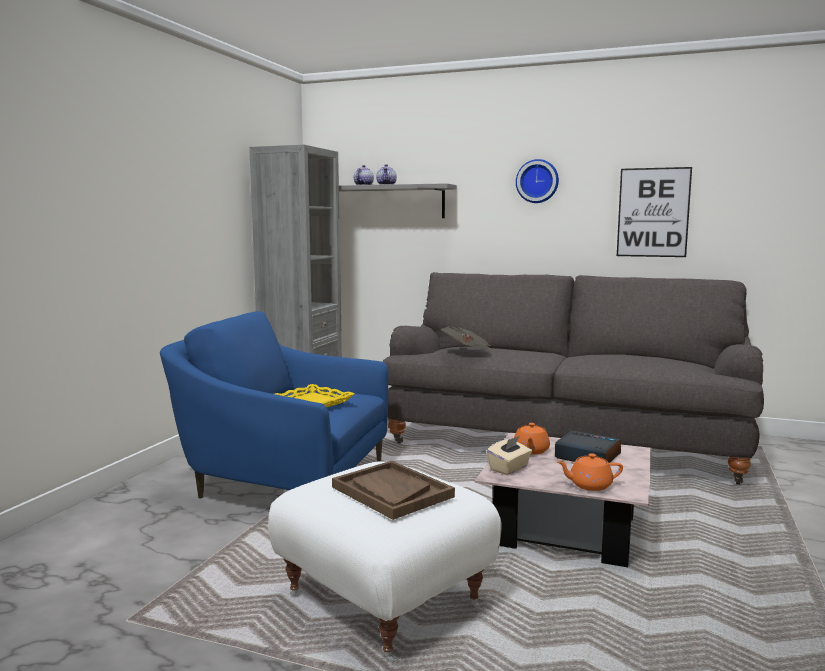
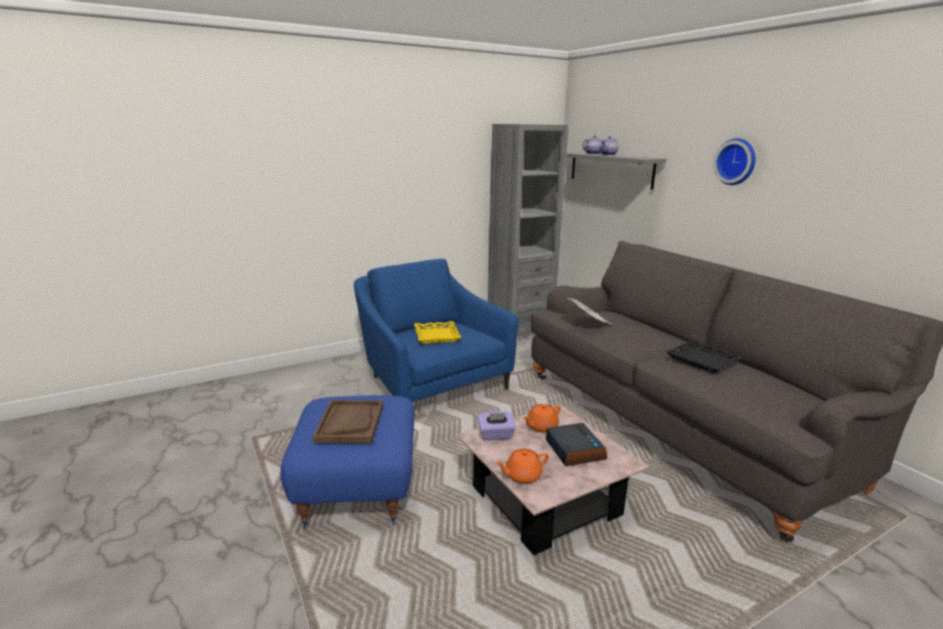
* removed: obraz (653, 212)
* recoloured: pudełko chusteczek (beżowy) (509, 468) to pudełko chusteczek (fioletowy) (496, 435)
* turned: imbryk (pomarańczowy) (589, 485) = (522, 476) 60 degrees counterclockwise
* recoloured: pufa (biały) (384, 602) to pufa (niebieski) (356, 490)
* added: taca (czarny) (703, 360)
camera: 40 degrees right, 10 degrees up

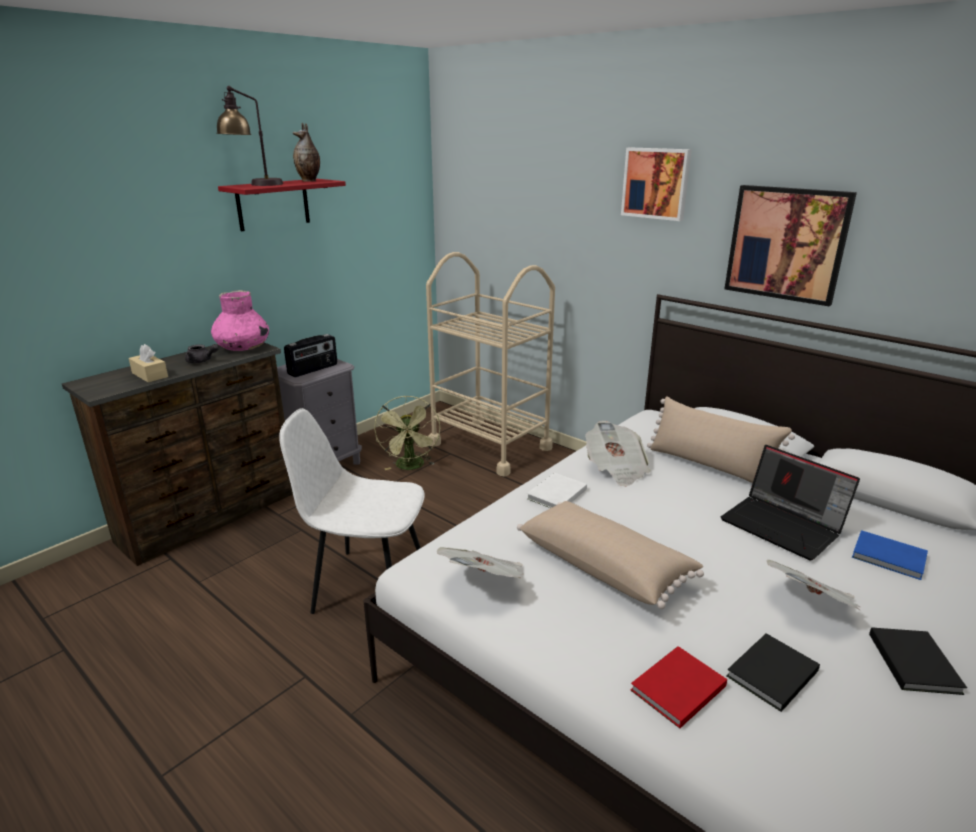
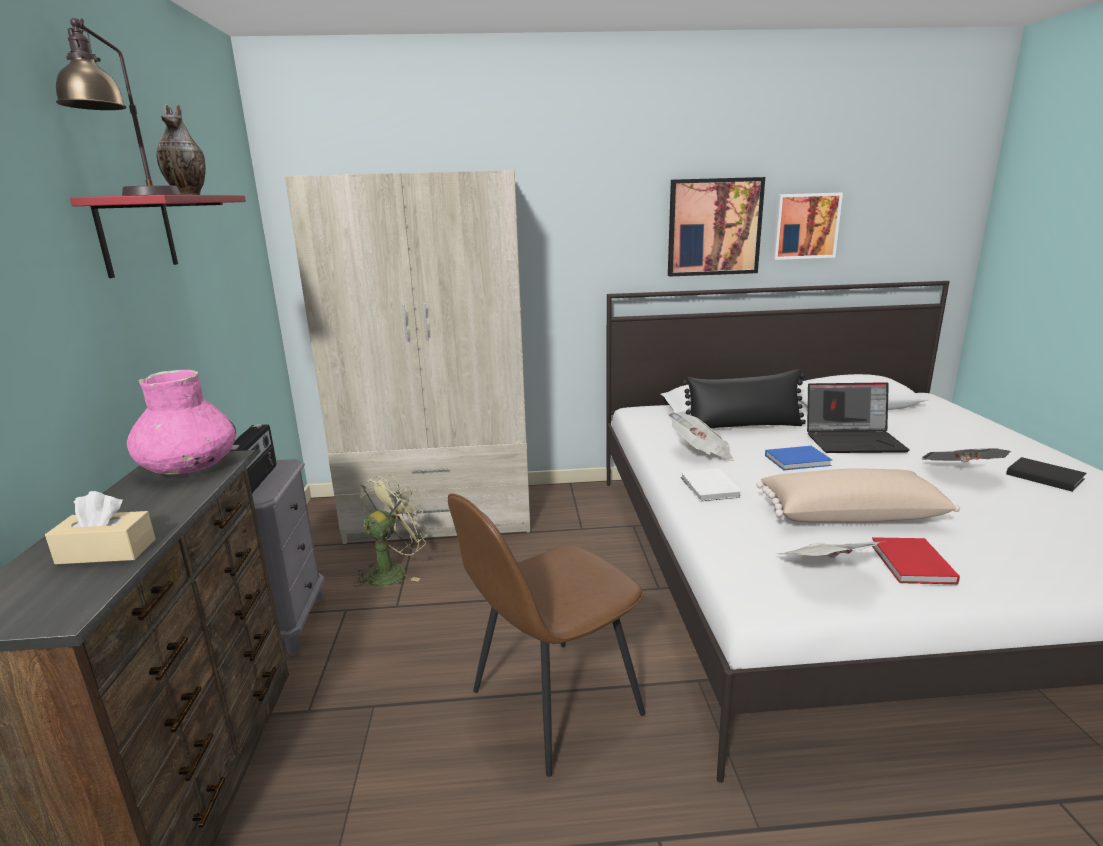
* moved: obraz (656, 183) to (804, 226)
* replaced: wózek (beżowy) (490, 446) to szafa (beżowy) (442, 515)
* removed: imbryk (szary) (202, 361)
* turned: wentylator (zielony) (411, 467) = (392, 571) 90 degrees counterclockwise
* recoloured: poduszka (beżowy) (710, 466) to poduszka (czarny) (743, 426)
* recoloured: krzesło (biały) (367, 585) to krzesło (brązowy) (552, 704)
* moved: książka (niebieski) (890, 558) to (799, 460)
* removed: książka (czarny) (769, 674)
* moved: książka (czerwony) (675, 688) to (911, 564)
camera: 45 degrees left, 5 degrees down

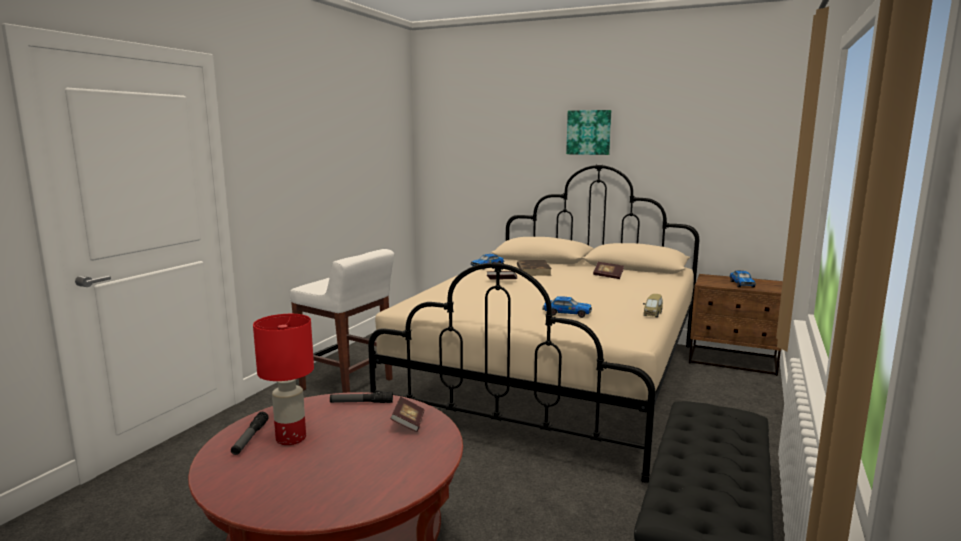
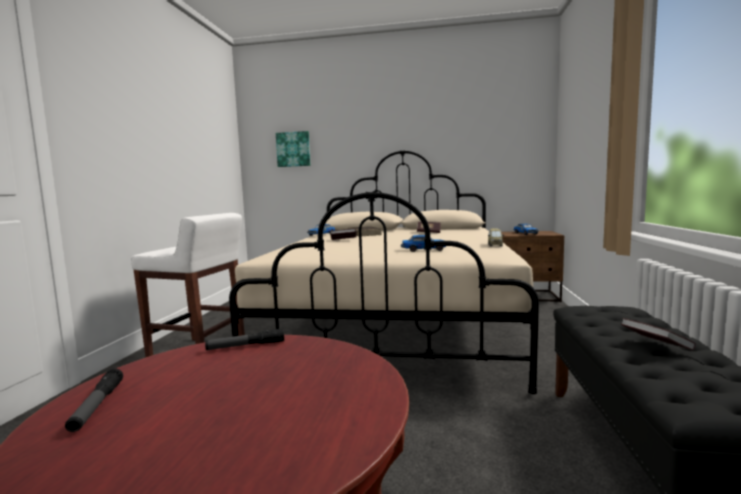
* moved: obraz (589, 132) to (293, 149)
* removed: lampa stołowa (czerwony) (290, 438)
* moved: książka (408, 423) to (655, 345)
camera: 15 degrees left, 5 degrees down

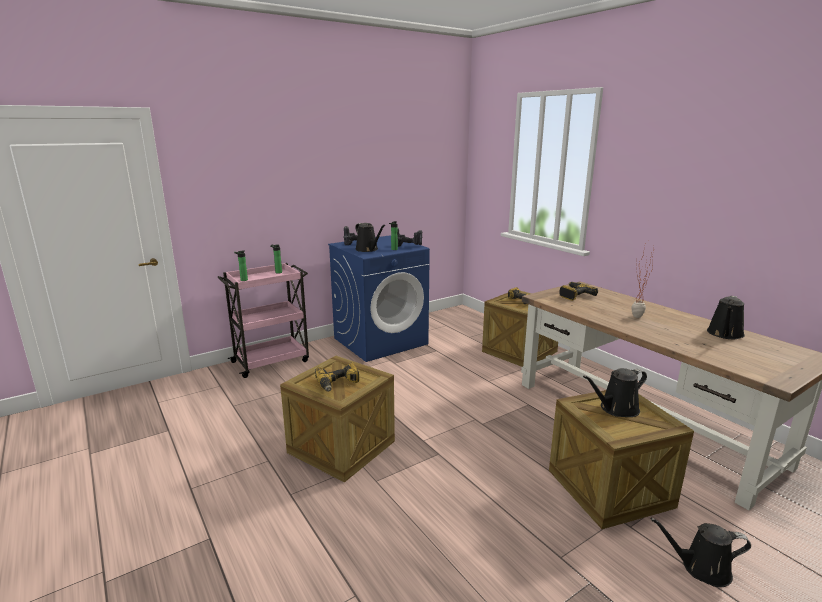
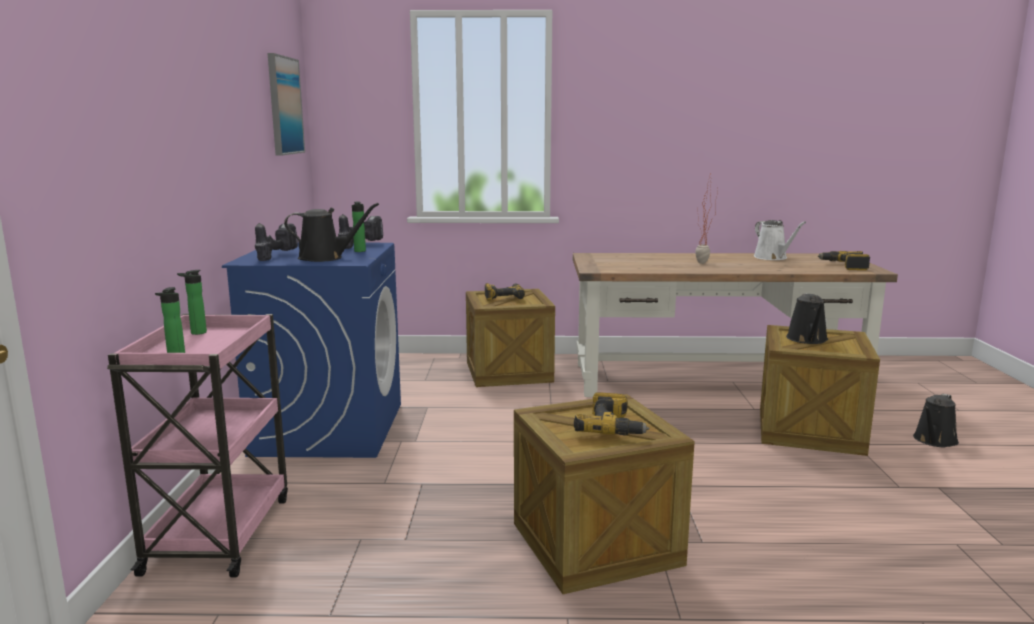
* moved: wiertarka (574, 295) to (845, 266)
* recoloured: konewka (czarny) (725, 334) to konewka (biały) (772, 258)
* added: obraz (284, 106)
camera: 55 degrees left, 5 degrees down

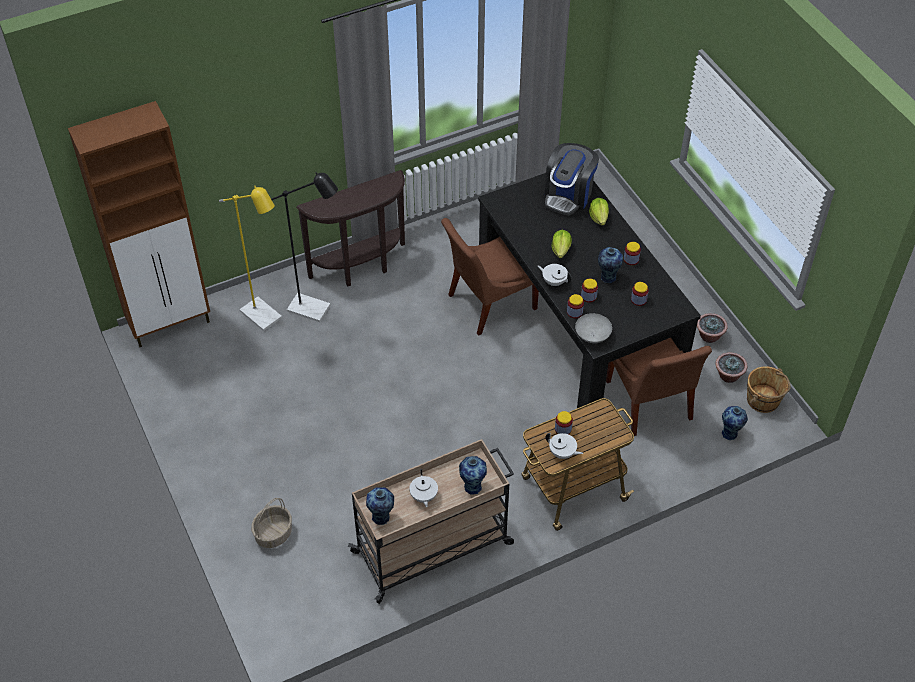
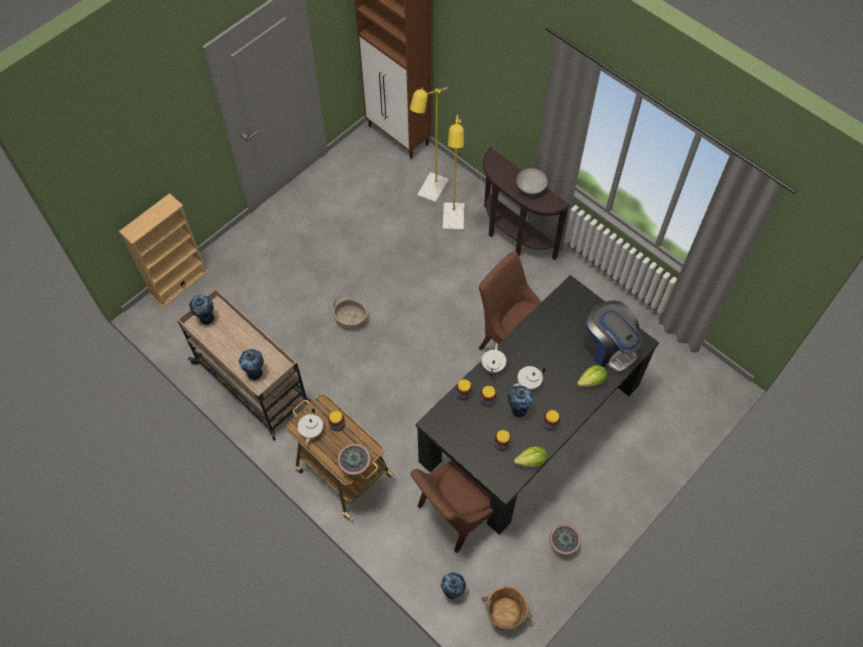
* turned: ekspres do kawy (568, 195) = (609, 347) 135 degrees counterclockwise
* recoloured: lampa stojąca (czarny) (315, 310) to lampa stojąca (żółty) (453, 222)
* moved: sałata (561, 250) to (531, 461)
* moved: miska (szary) (592, 336) to (530, 187)
* moved: roślina doniczkowa (728, 376) to (355, 466)
* moved: imbryk (biały) (423, 496) to (528, 382)
* moved: koszyk (273, 533) to (351, 320)
* added: regał (beżowy) (179, 283)
camera: 70 degrees right, 10 degrees up

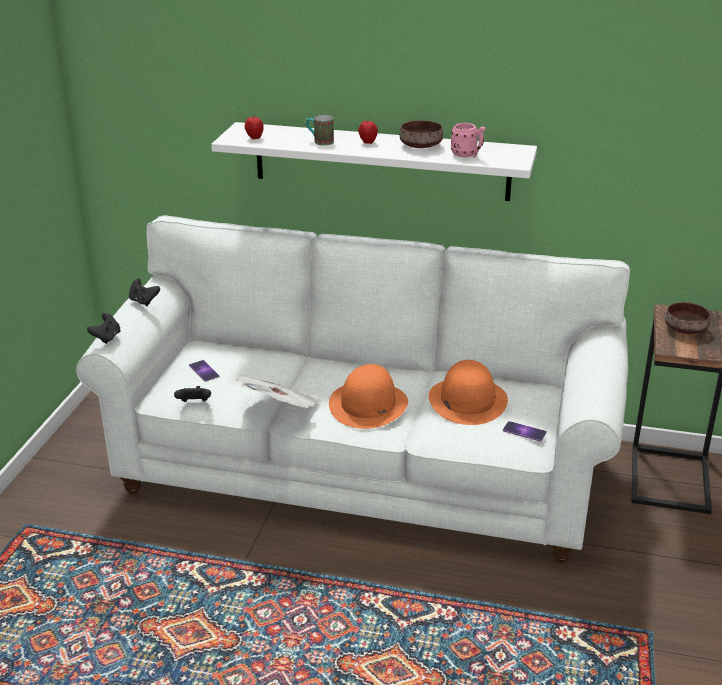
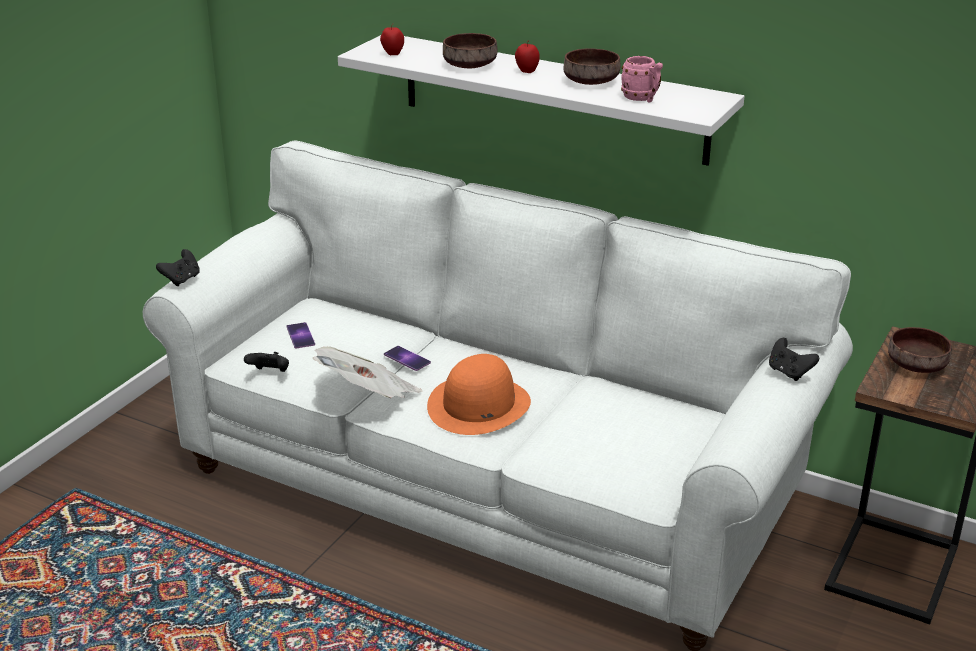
* replaced: kubek (319, 141) to miska (brązowy) (468, 65)
* moved: pad do gier (czarny) (143, 301) to (789, 372)
* removed: kapelusz (pomarańczowy) (467, 400)
* moved: telefon (524, 431) to (407, 358)
camera: 15 degrees right, 0 degrees up

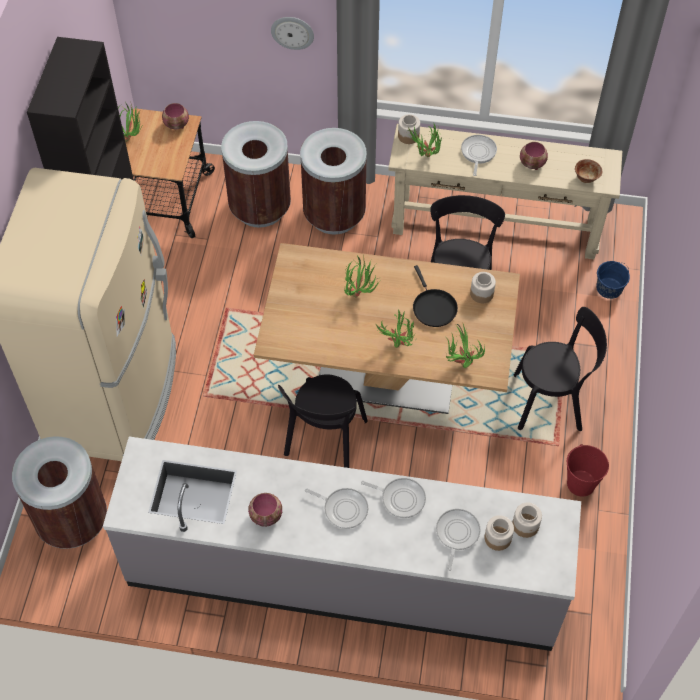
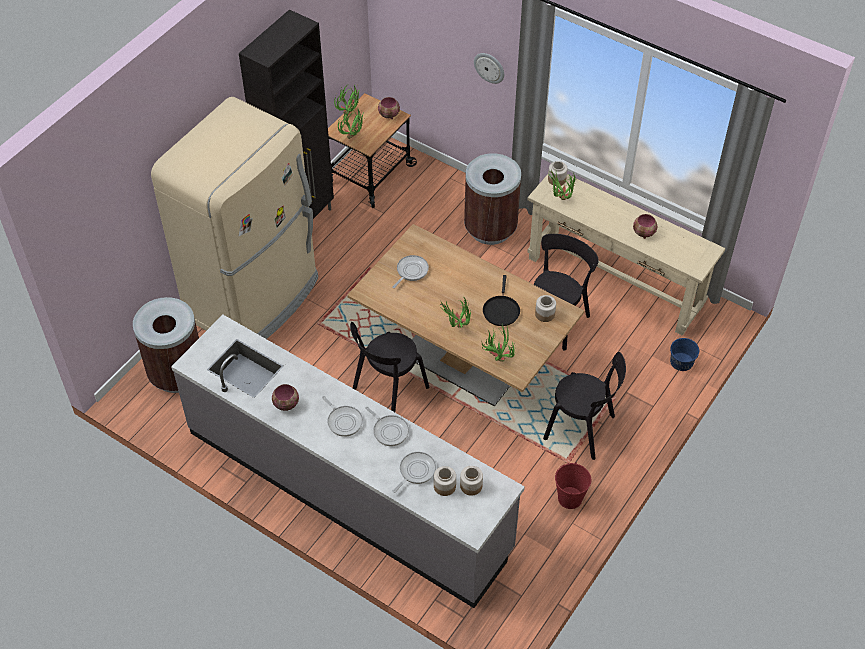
* removed: kosz na śmieci (brązowy) (260, 208)
* moved: patelnia (478, 153) to (411, 271)
* removed: miska (586, 178)
* moved: roślina doniczkowa (360, 292) to (354, 137)
camera: 25 degrees right, 5 degrees down

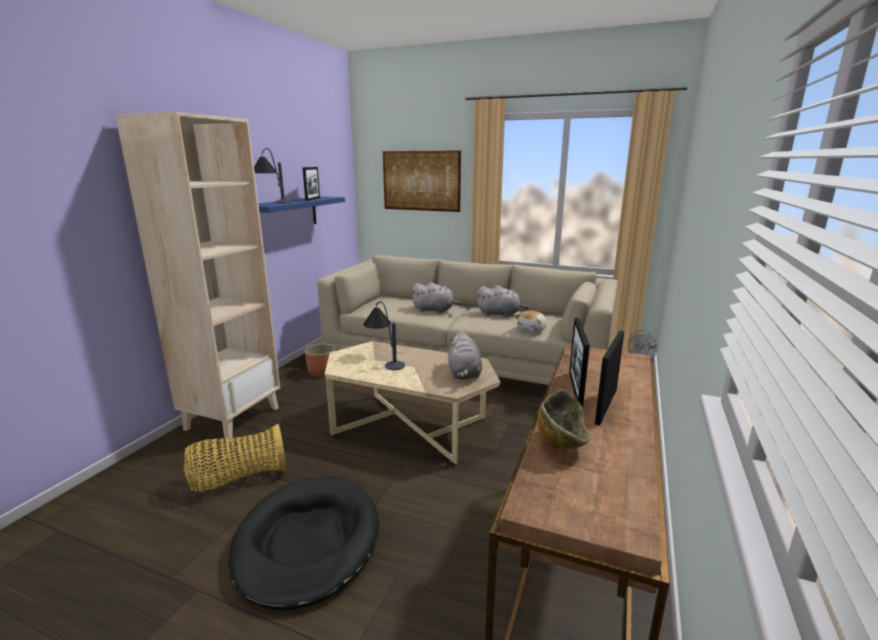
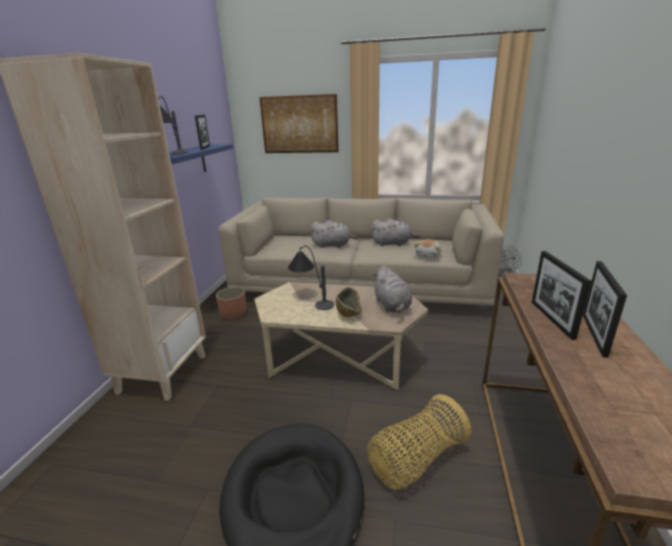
* moved: miska (562, 442) to (349, 314)
* moved: koszyk (238, 478) to (415, 460)
camera: 10 degrees left, 5 degrees up

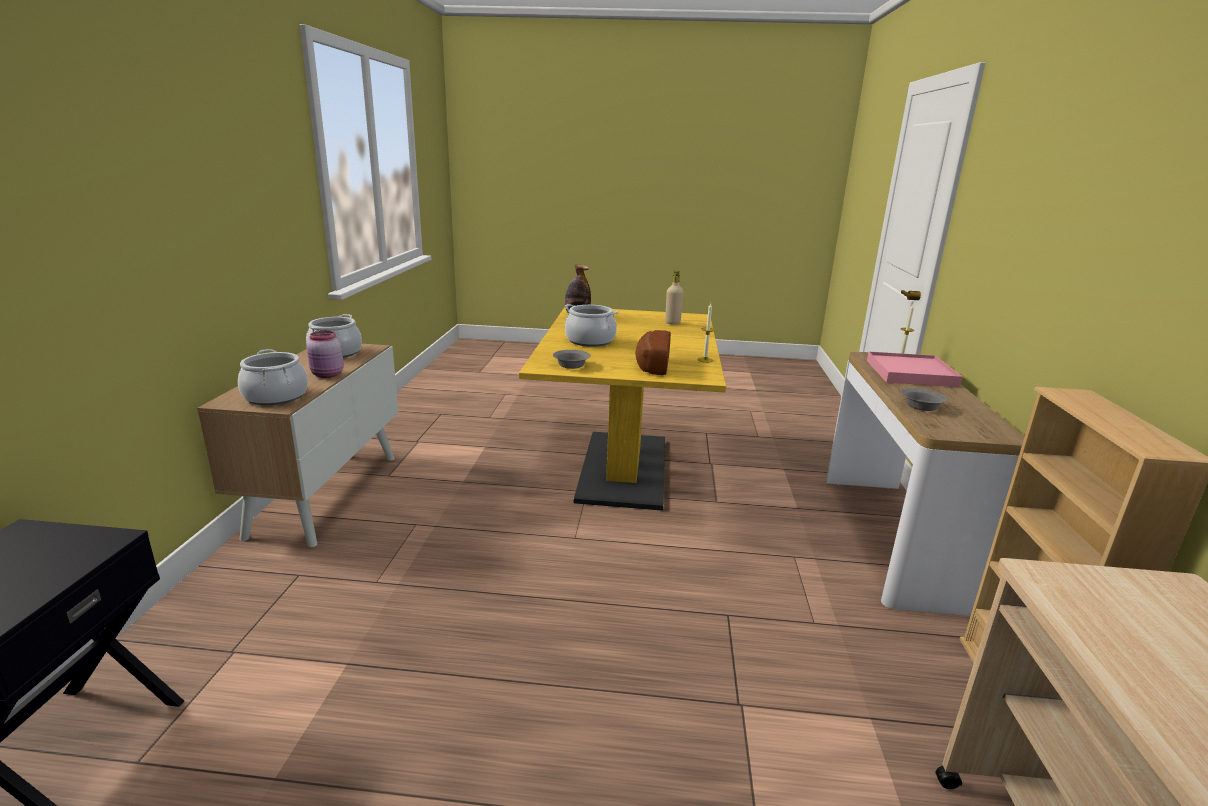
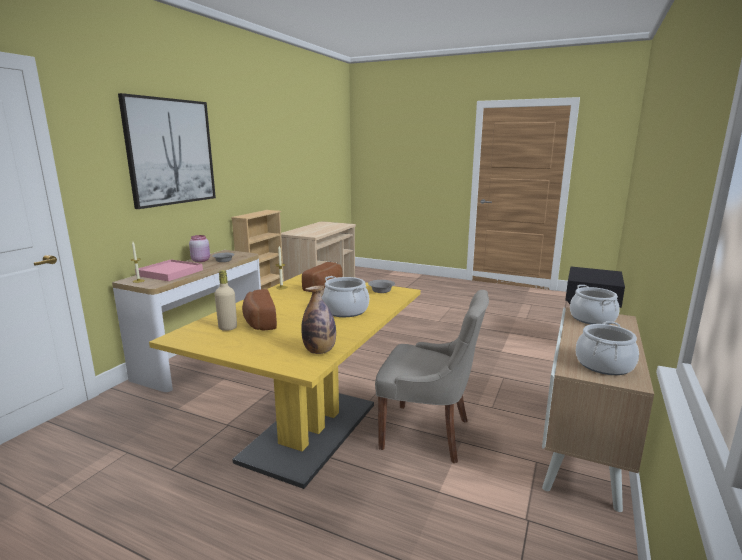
* moved: słoik (różowy) (327, 375) to (201, 260)
* added: obraz (171, 152)
* added: chleb (258, 321)
* added: krzesło (szary) (428, 433)
camera: 160 degrees left, 5 degrees down

